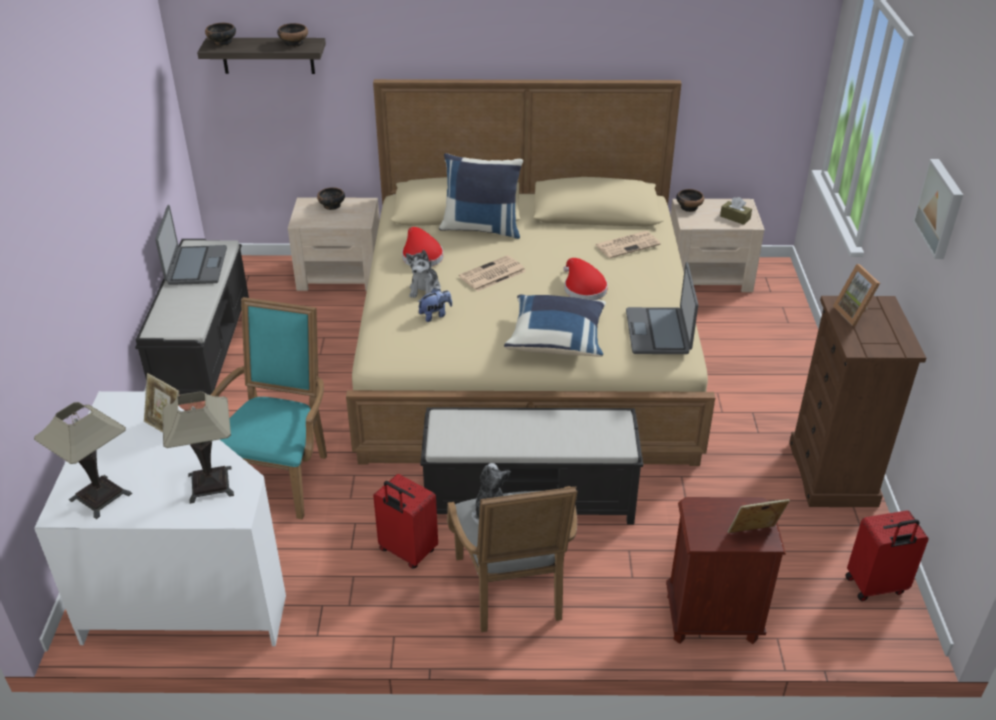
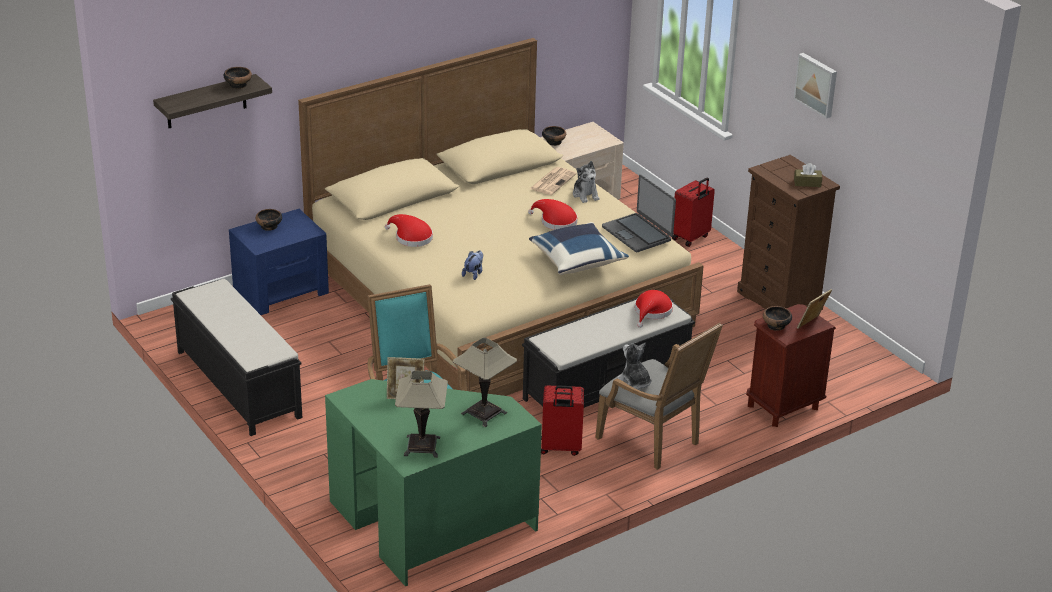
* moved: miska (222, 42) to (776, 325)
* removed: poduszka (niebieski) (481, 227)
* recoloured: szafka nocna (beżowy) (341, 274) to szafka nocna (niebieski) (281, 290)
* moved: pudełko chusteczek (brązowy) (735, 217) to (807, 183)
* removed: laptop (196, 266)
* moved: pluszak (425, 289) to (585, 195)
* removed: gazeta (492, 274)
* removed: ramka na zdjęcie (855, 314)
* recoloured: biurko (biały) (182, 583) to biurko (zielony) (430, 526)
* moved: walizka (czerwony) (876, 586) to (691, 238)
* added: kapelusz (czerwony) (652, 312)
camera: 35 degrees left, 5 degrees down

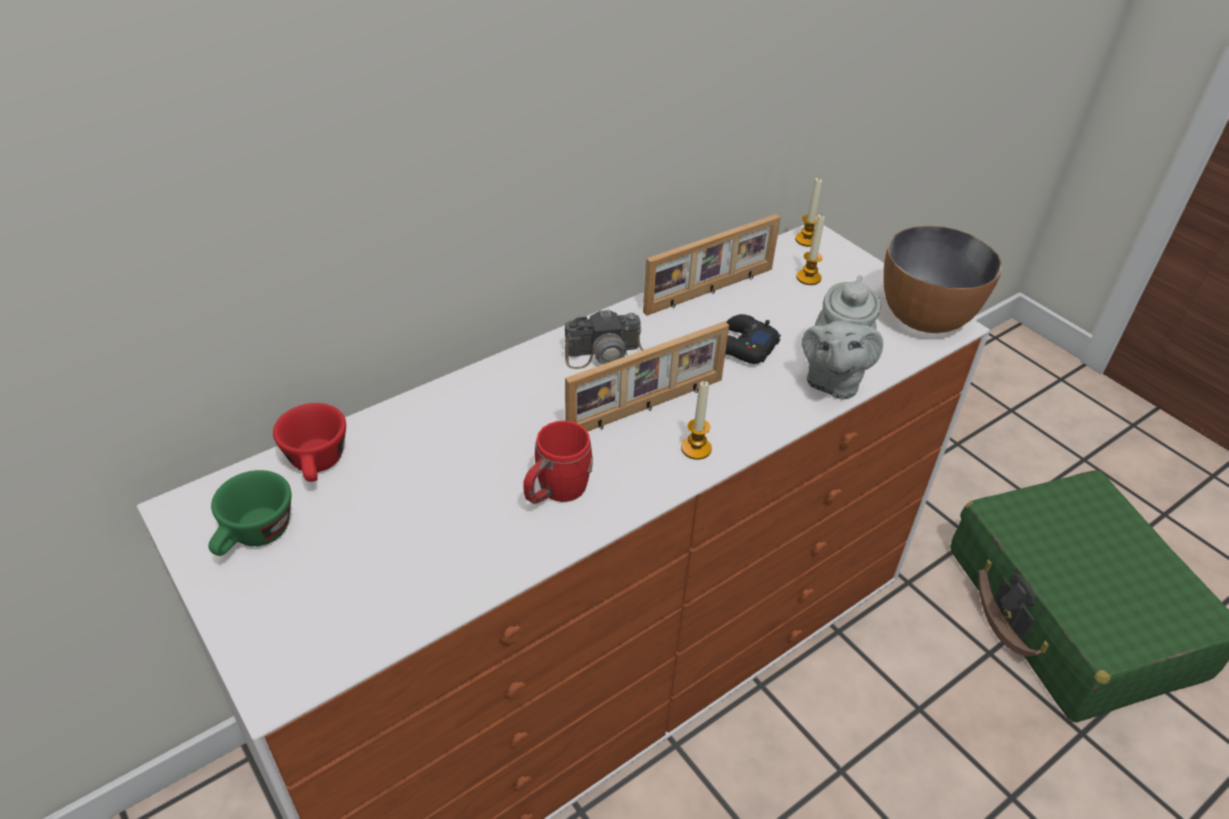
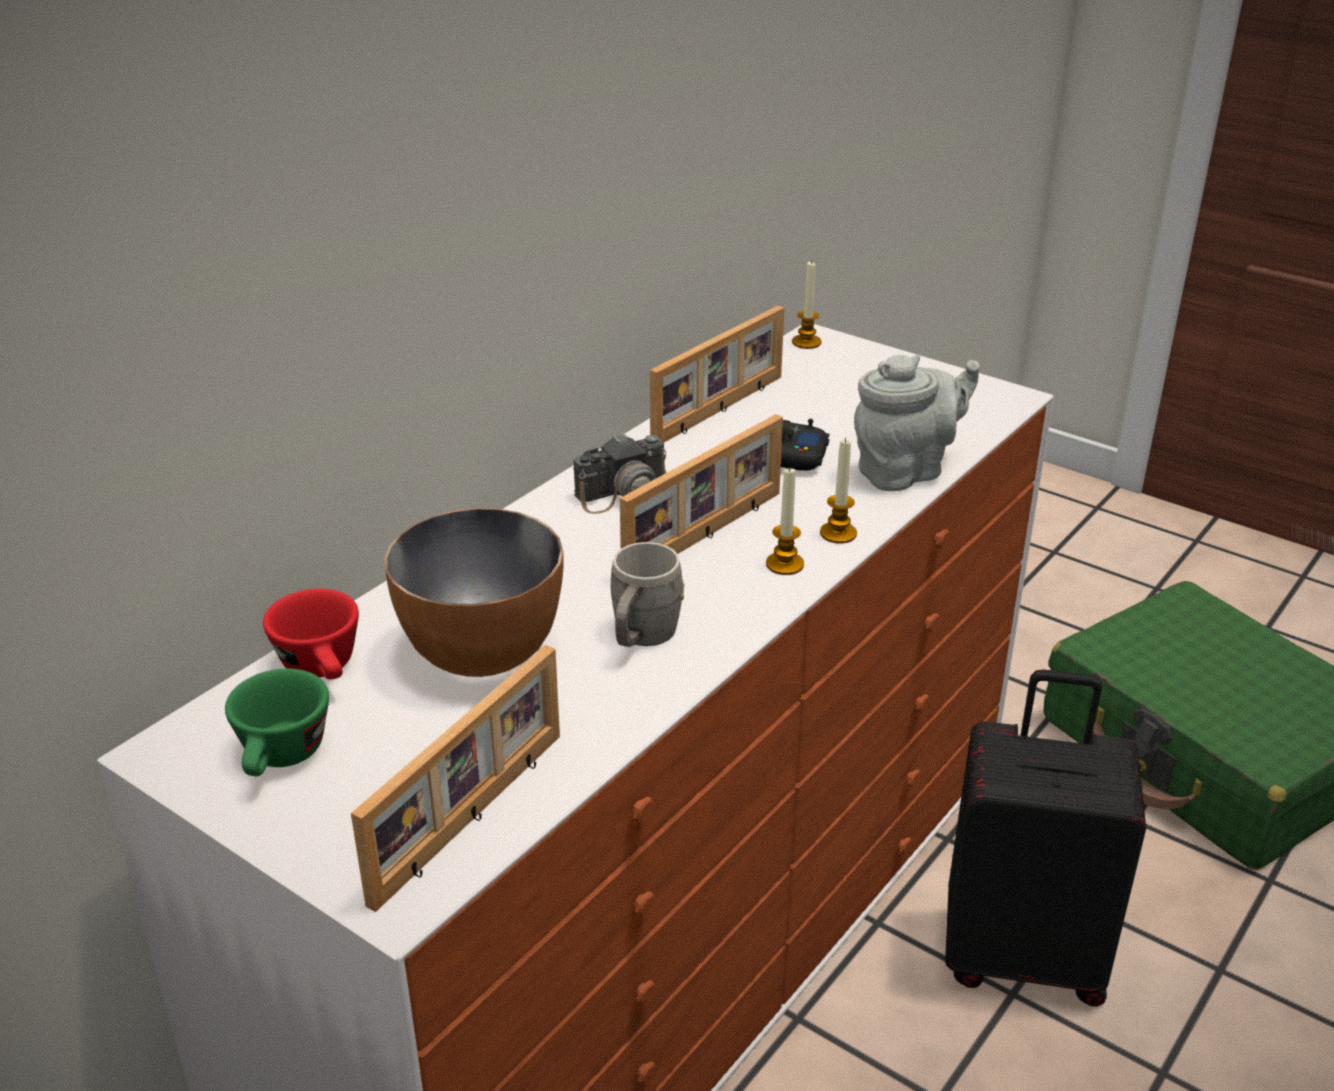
* moved: świeca (808, 278) to (838, 533)
* moved: miska (925, 319) to (483, 654)
* turned: imbryk (szary) (832, 380) = (906, 471) 120 degrees counterclockwise
* recoloured: kubek (czerwony) (555, 492) to kubek (szary) (641, 638)
* added: ramka na zdjęcie (473, 817)
* added: walizka (czarny) (1023, 954)
camera: 15 degrees left, 10 degrees down

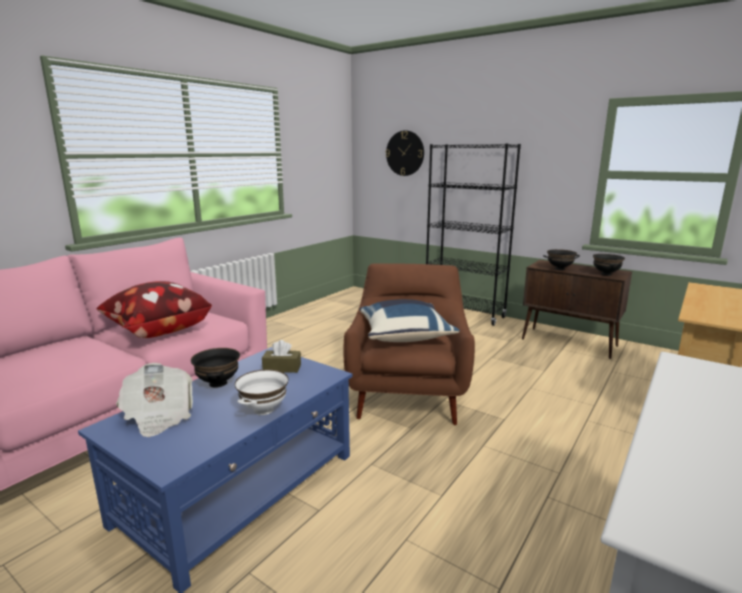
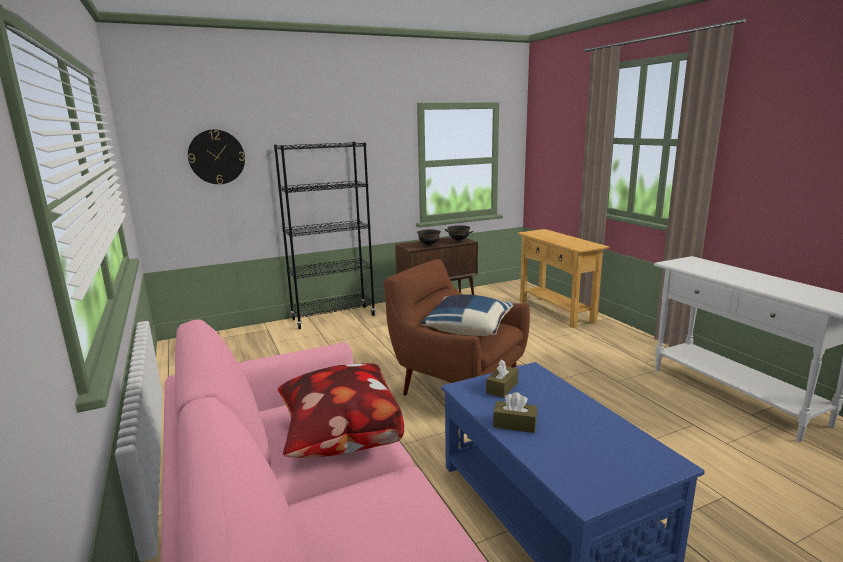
* replaced: miska (czarny) (217, 383) to pudełko chusteczek (brązowy) (514, 424)
* removed: gazeta (159, 416)
* removed: miska (biały) (264, 410)
camera: 60 degrees left, 0 degrees up

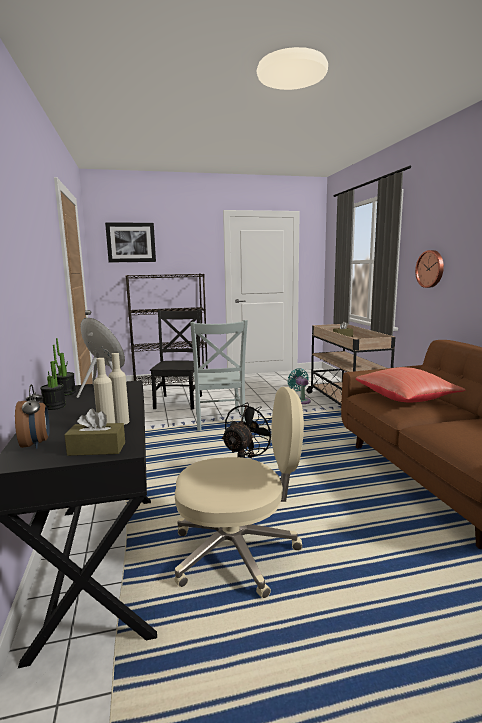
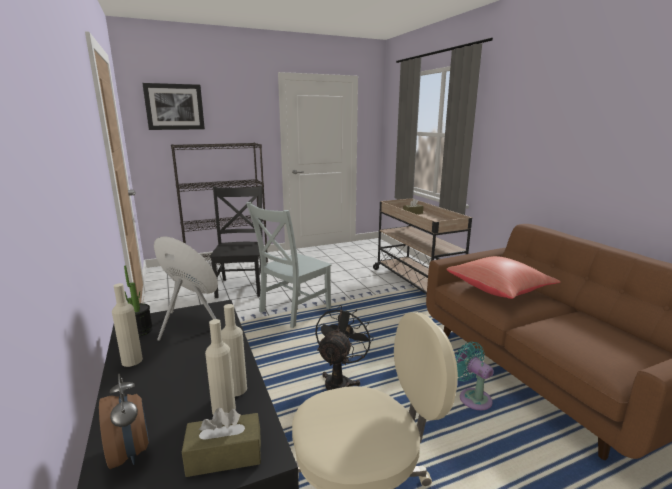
* removed: zegar ścienny (430, 269)
* turned: krzesło (szary) (219, 421) = (292, 311) 60 degrees clockwise
* replaced: roślina doniczkowa (54, 406) to butelka (beżowy) (132, 361)
* moved: wentylator (turkusowy) (300, 400) to (472, 397)
camera: 10 degrees left, 5 degrees up

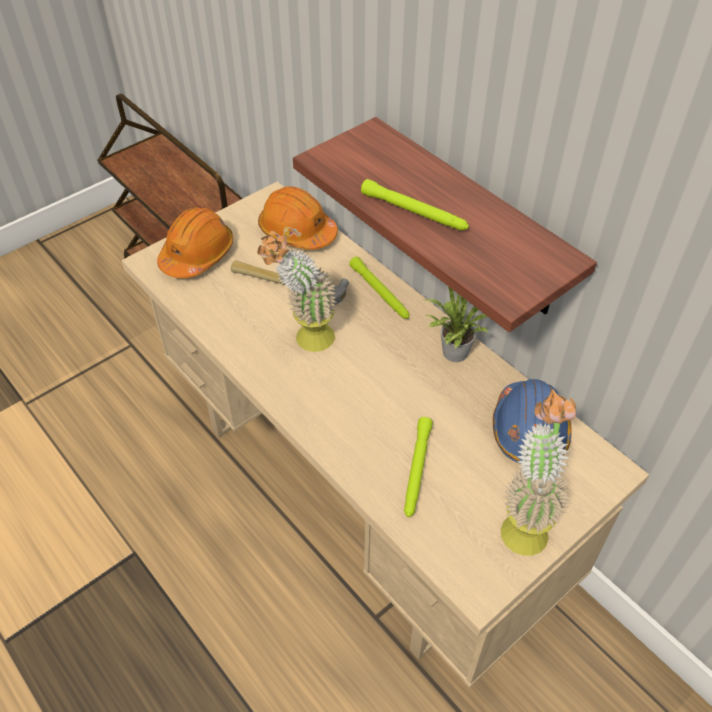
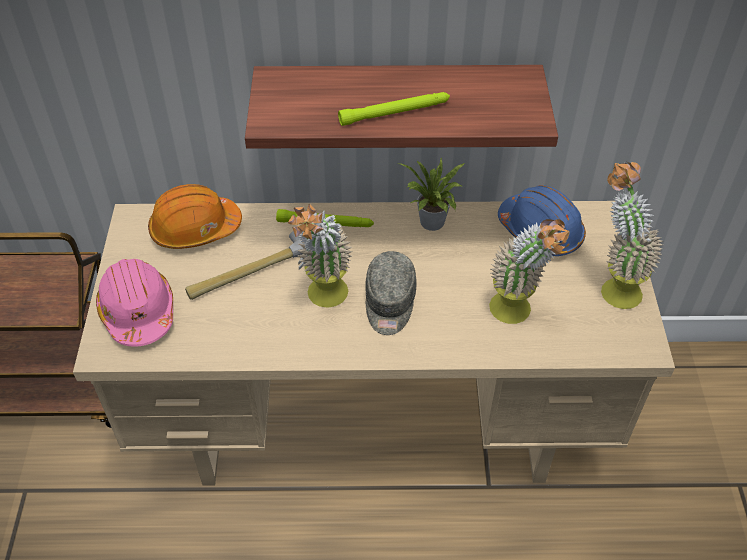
* recoloured: kask (pomarańczowy) (197, 254) to kask (różowy) (138, 311)
* replaced: latarka (zielony) (416, 470) to roślina doniczkowa (517, 315)
* added: czapka z daszkiem (szary) (389, 303)
camera: 50 degrees left, 0 degrees up

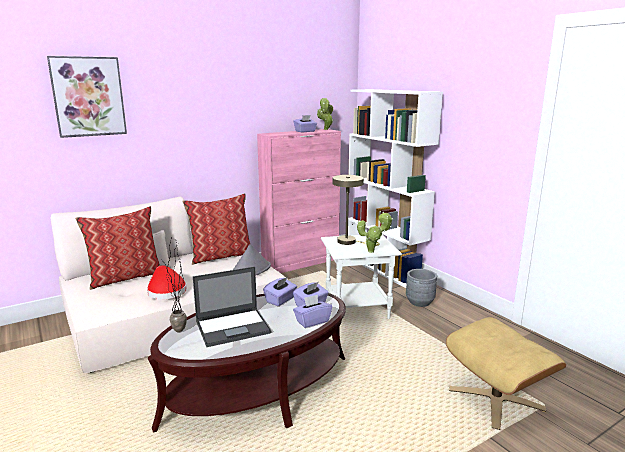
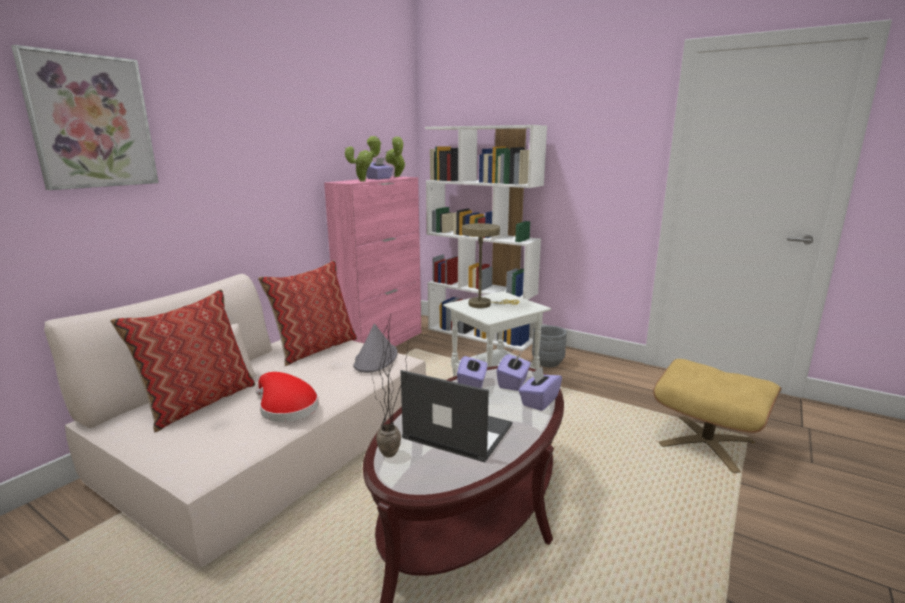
* moved: roślina doniczkowa (373, 251) to (364, 181)
* turned: laptop (234, 327) = (456, 431) 105 degrees counterclockwise
camera: 25 degrees left, 0 degrees up

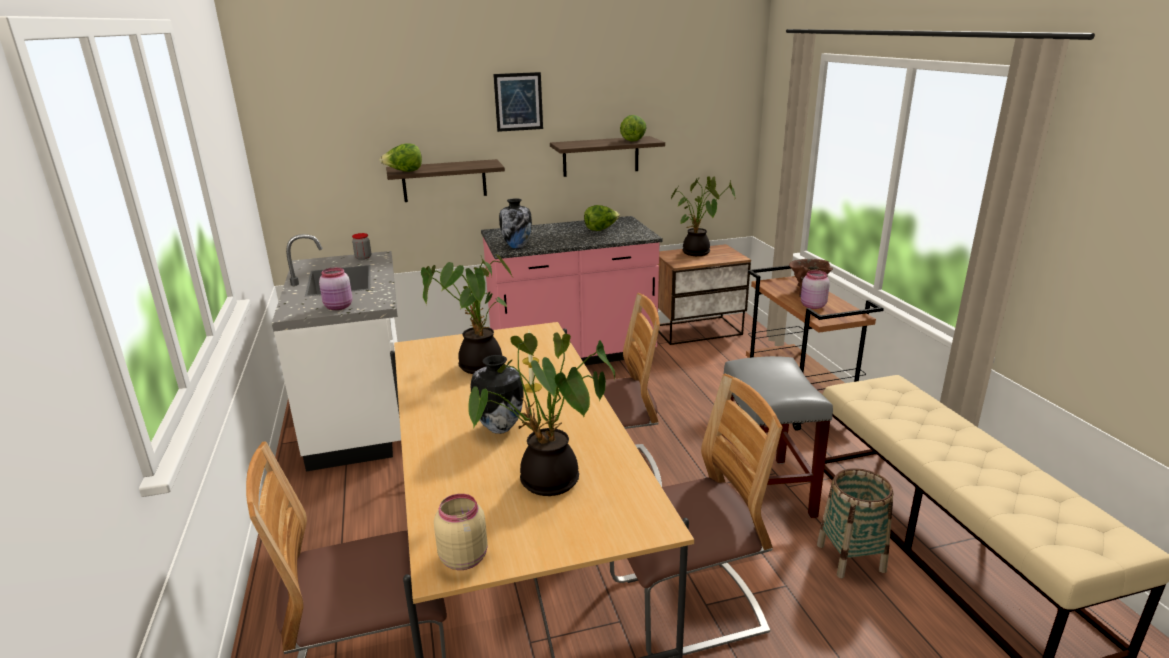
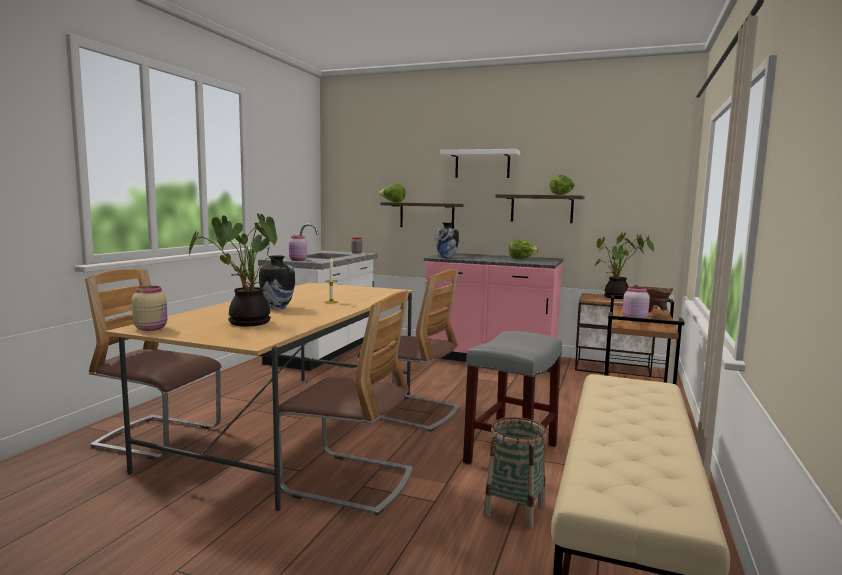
* replaced: obraz (518, 102) to półka (biały) (482, 164)
* removed: roślina doniczkowa (477, 366)
camera: 35 degrees right, 15 degrees down

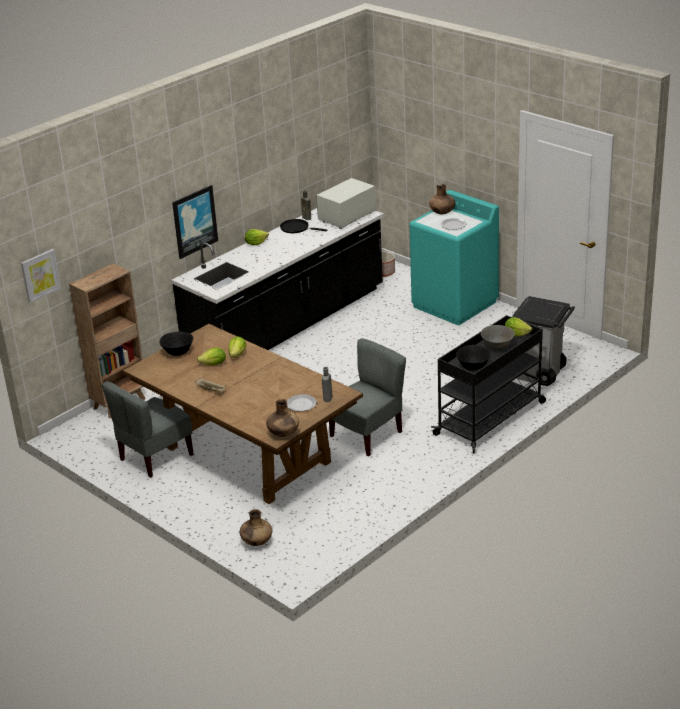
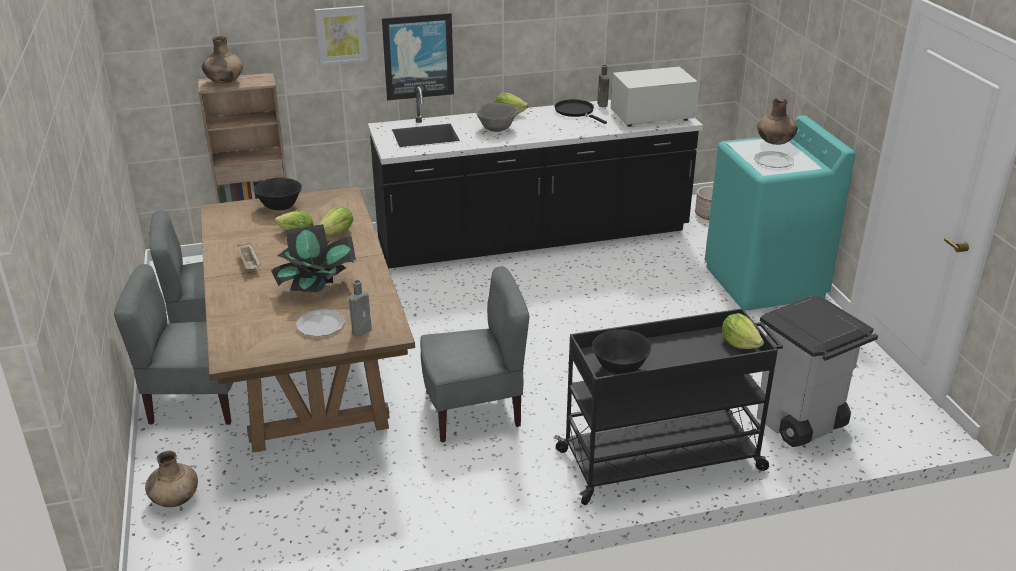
* moved: obraz (40, 275) to (341, 35)
* moved: miska (szary) (497, 347) to (496, 129)
* moved: wazon (brązowy) (283, 434) to (224, 82)
* added: roślina doniczkowa (316, 288)
* added: krzesło (szary) (196, 401)
camera: 30 degrees right, 0 degrees up

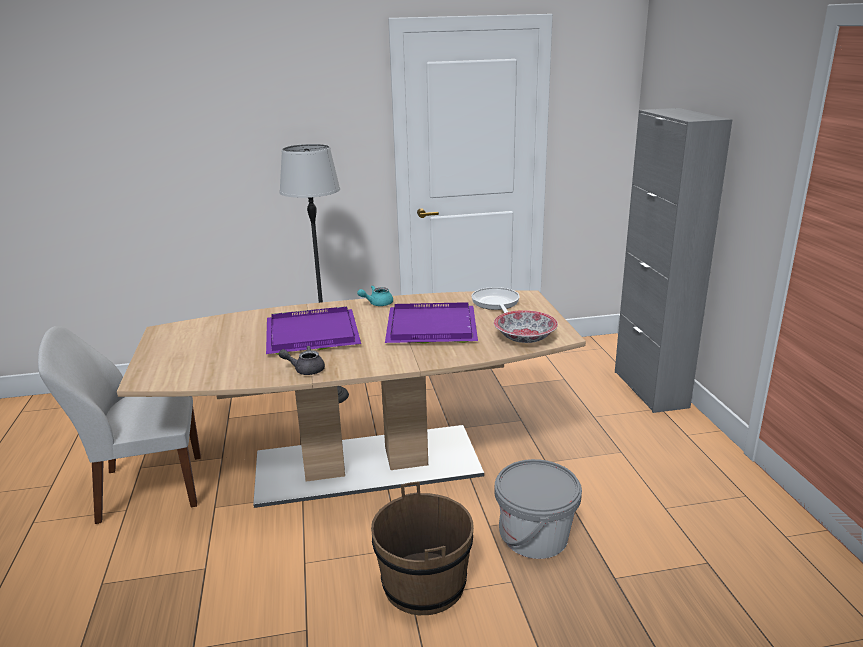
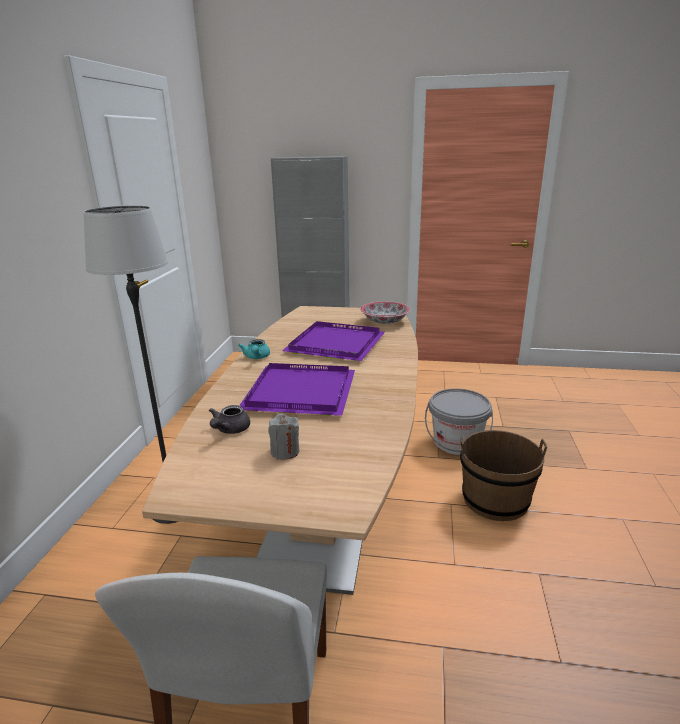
* removed: patelnia (495, 303)
* moved: imbryk (szary) (305, 369) to (229, 430)
* added: świeca (szary) (285, 452)
camera: 70 degrees left, 0 degrees up

